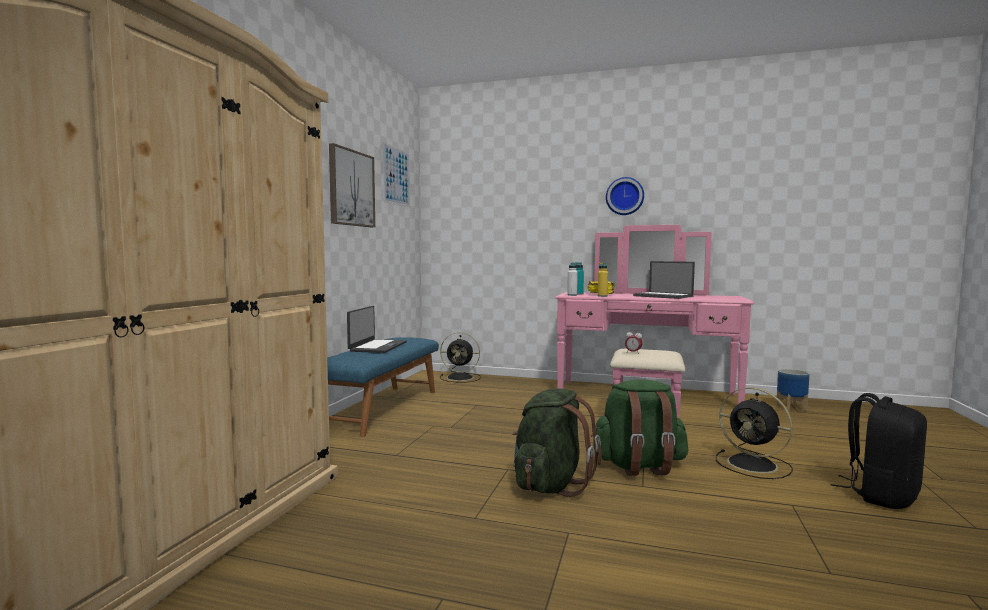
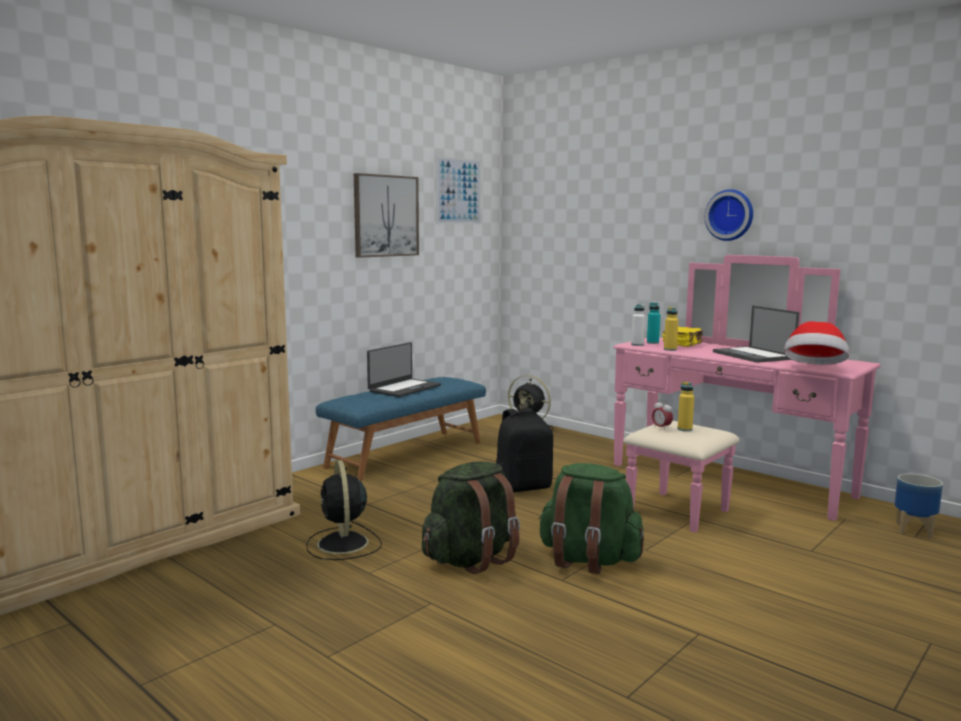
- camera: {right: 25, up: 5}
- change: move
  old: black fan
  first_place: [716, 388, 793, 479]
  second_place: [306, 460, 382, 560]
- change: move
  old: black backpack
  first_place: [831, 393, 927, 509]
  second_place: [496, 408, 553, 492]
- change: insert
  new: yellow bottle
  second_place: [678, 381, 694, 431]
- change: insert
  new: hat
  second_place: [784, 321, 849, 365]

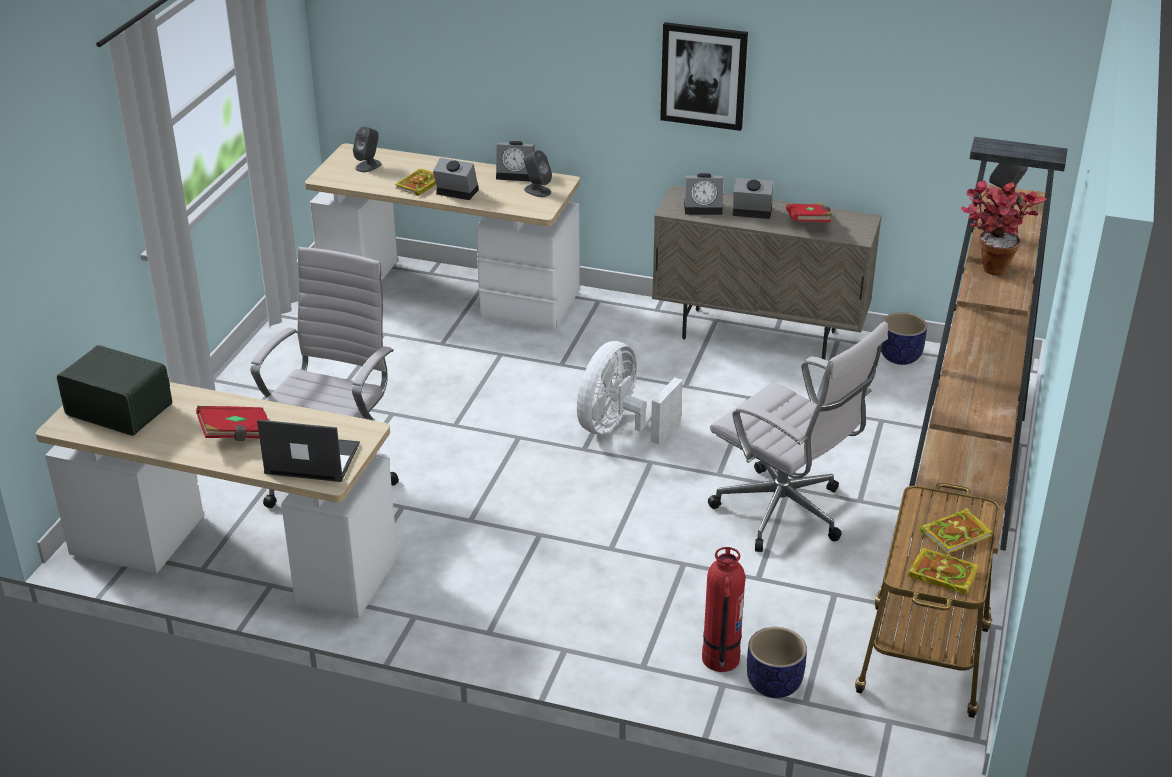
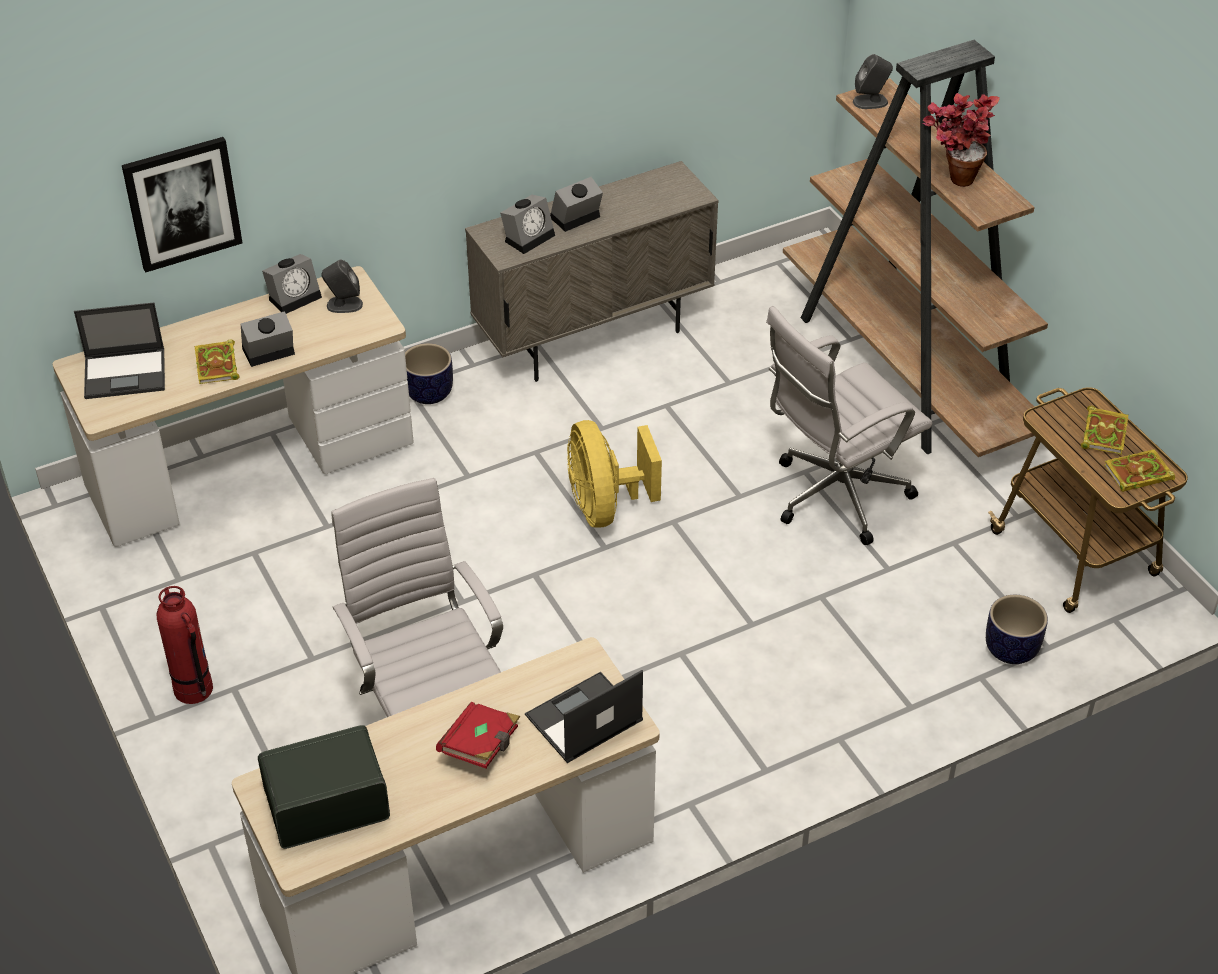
- camera: {right: -45, up: 10}
- change: replace
  old: grey speaker
  new: laptop
  first_place: [353, 126, 382, 172]
  second_place: [74, 302, 165, 399]
- change: recolor
  old: white fan
  new: yellow fan
  first_place: [577, 341, 683, 444]
  second_place: [567, 420, 662, 528]
- change: move
  old: picture
  first_place: [660, 22, 748, 131]
  second_place: [122, 137, 243, 272]
- change: move
  old: fire extinguisher
  first_place: [702, 547, 745, 672]
  second_place: [157, 586, 213, 704]
- change: rotate
  old: white office chair
  first_place: [708, 322, 888, 552]
  second_place: [766, 306, 932, 545]
  degrees: 150
- change: delete
  old: red book
  first_place: [786, 203, 832, 222]
- change: move
  old: planter
  first_place: [881, 312, 927, 365]
  second_place: [405, 343, 453, 404]

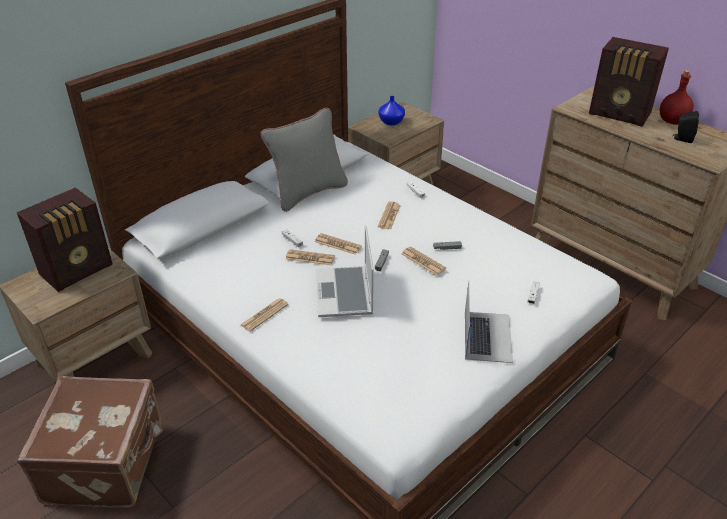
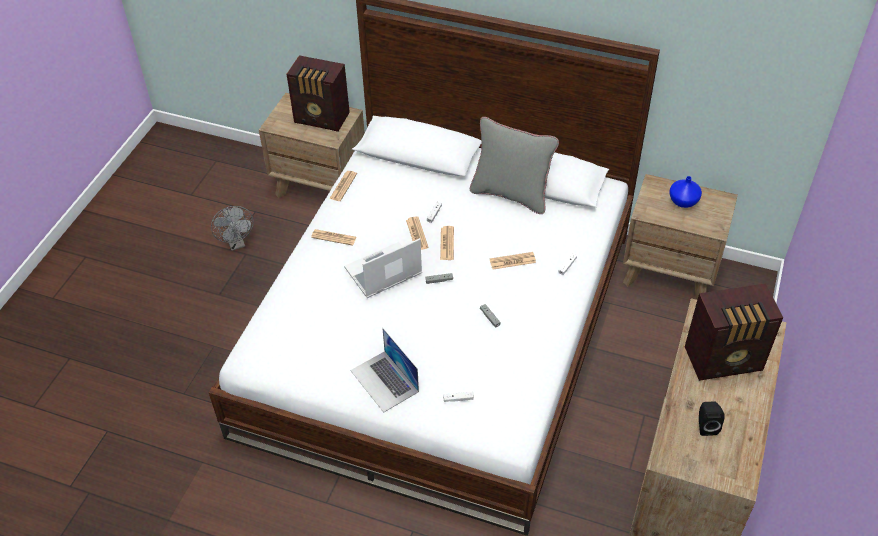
- camera: {right: 65, up: 10}
- change: replace
  old: brown suitcase
  new: grey fan
  first_place: [17, 376, 163, 508]
  second_place: [211, 206, 254, 251]
- change: move
  old: newspaper
  first_place: [402, 246, 446, 276]
  second_place: [329, 171, 357, 201]
- change: rotate
  old: laptop
  first_place: [465, 281, 513, 363]
  second_place: [350, 328, 419, 412]
  degrees: 75
- change: rotate
  old: radio
  first_place: [589, 37, 669, 127]
  second_place: [685, 283, 783, 381]
  degrees: -105
- change: delete
  old: red bottle
  first_place: [660, 70, 693, 125]

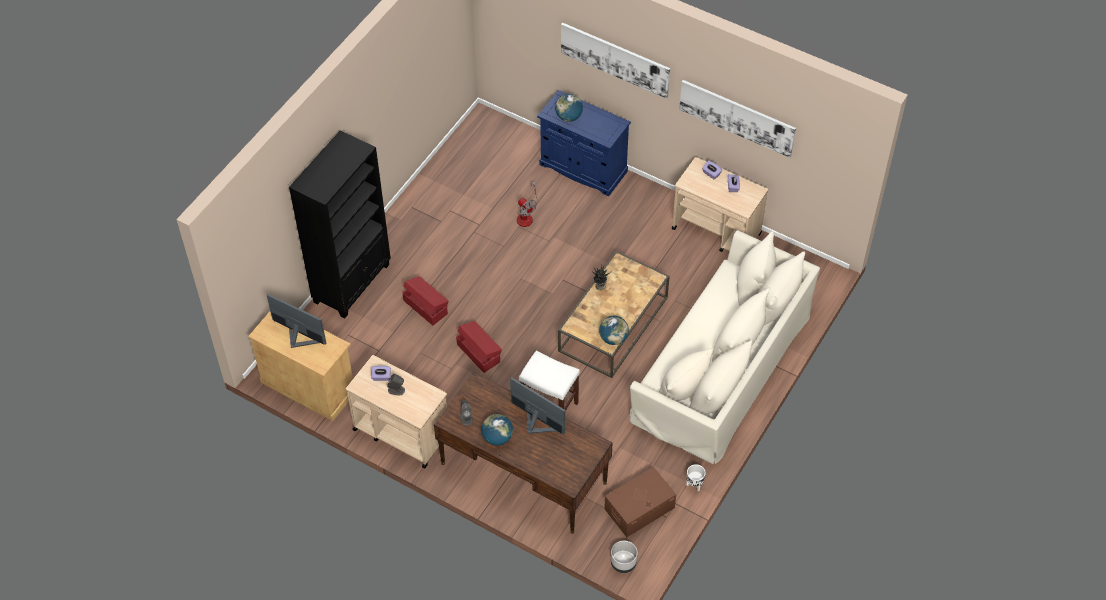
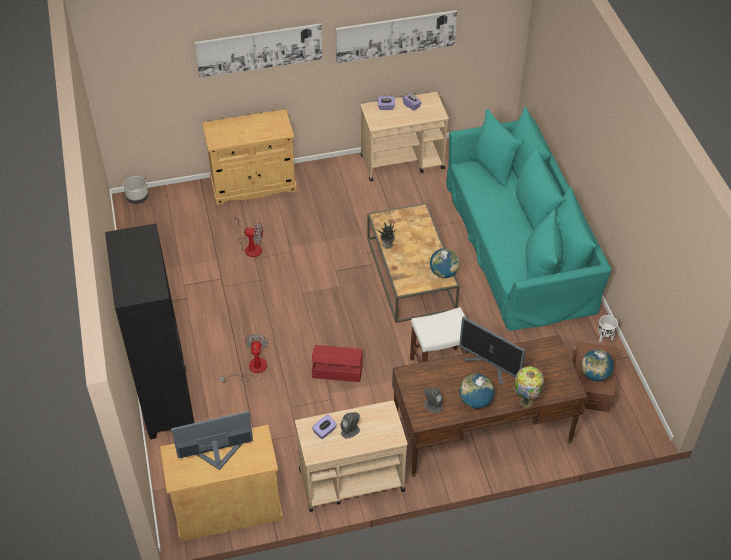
- camera: {right: -45, up: -5}
- change: replace
  old: red storage box
  new: fan
  first_place: [403, 276, 449, 325]
  second_place: [219, 334, 268, 383]
- change: rotate
  old: monitor
  first_place: [510, 377, 565, 434]
  second_place: [459, 316, 526, 385]
  degrees: -135
- change: recolor
  old: blue cabinet
  new: beige cabinet
  first_place: [537, 90, 631, 197]
  second_place: [202, 109, 297, 205]
- change: move
  old: globe
  first_place: [555, 94, 583, 122]
  second_place: [581, 349, 614, 381]
- change: move
  old: grey planter
  first_place: [611, 541, 638, 573]
  second_place: [123, 176, 149, 204]
- change: recolor
  old: beige sofa
  new: turquoise sofa
  first_place: [630, 230, 820, 464]
  second_place: [446, 107, 612, 331]
- change: insert
  new: table lamp
  second_place: [515, 366, 544, 408]

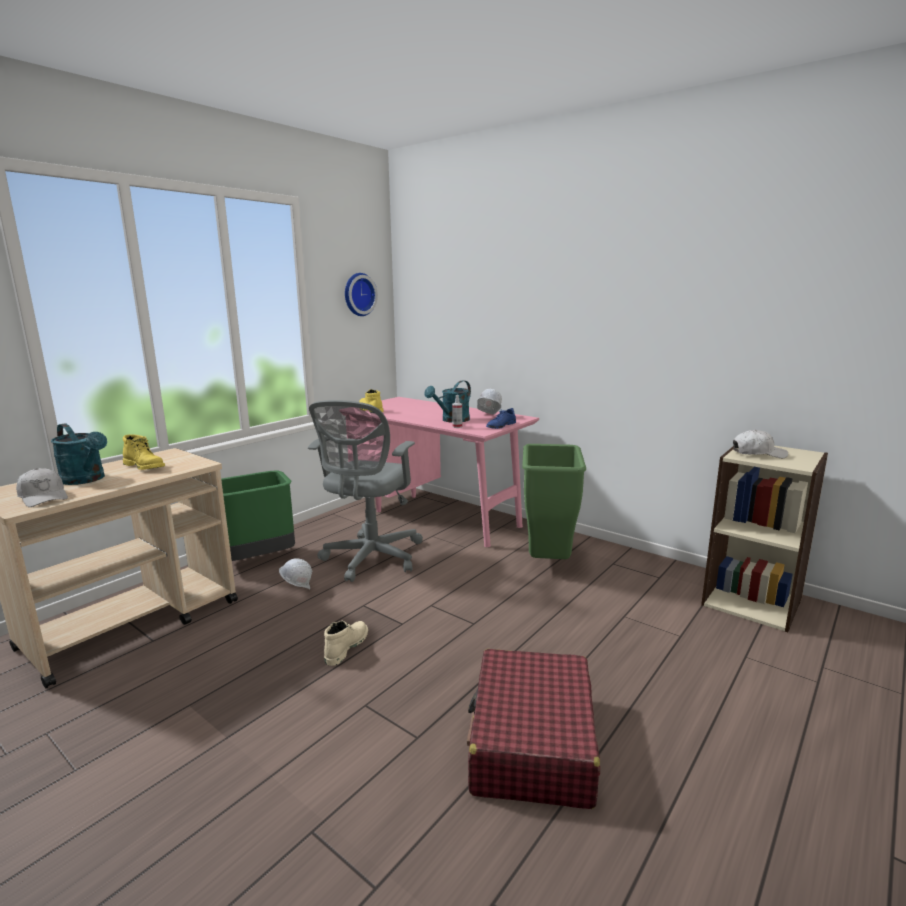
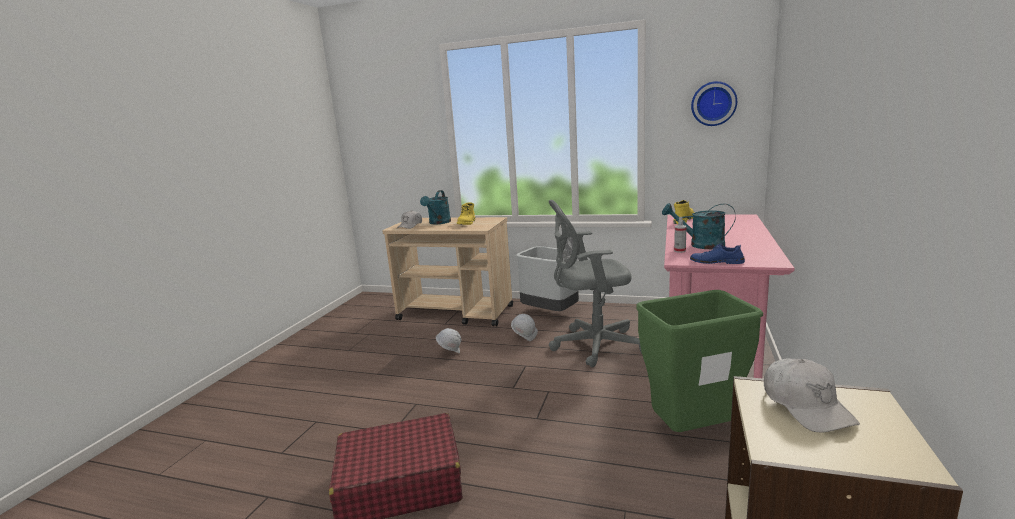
- camera: {right: 70, up: 0}
- change: recolor
  old: green trash can
  new: grey trash can
  first_place: [221, 470, 295, 561]
  second_place: [516, 246, 579, 311]
- change: delete
  old: beige boot
  first_place: [324, 621, 368, 666]
- change: move
  old: white hard hat
  first_place: [477, 389, 502, 414]
  second_place: [436, 328, 461, 354]

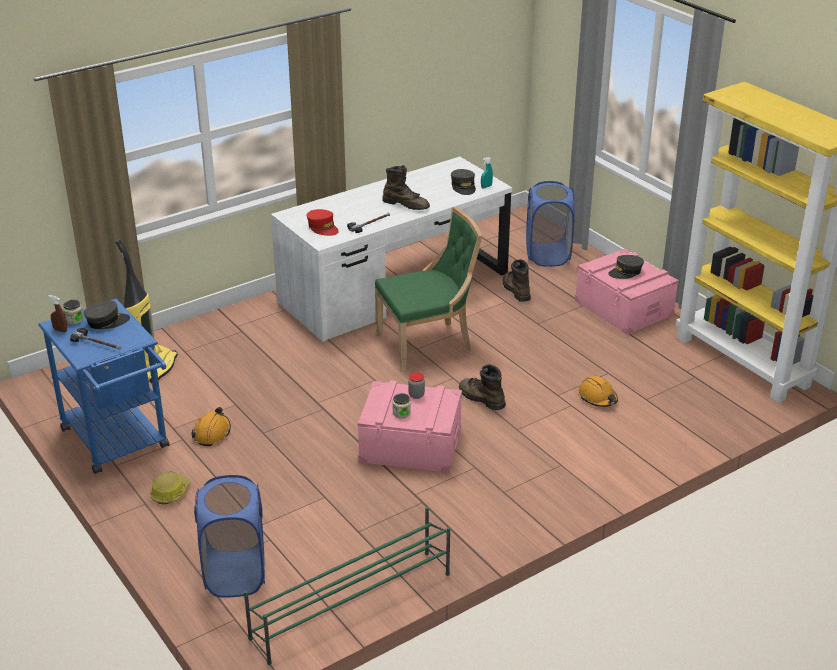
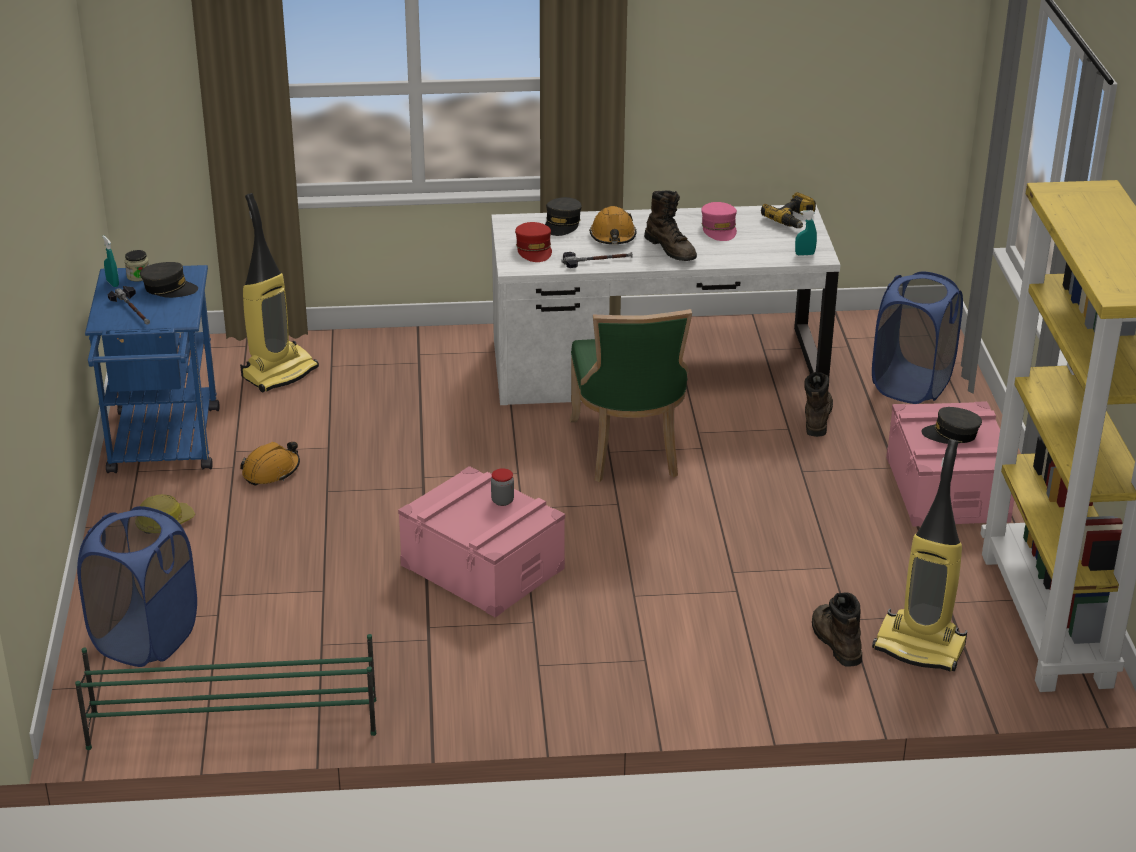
- camera: {right: 30, up: 0}
- change: recolor
  old: brown spray bottle
  new: turquoise spray bottle
  first_place: [49, 295, 67, 332]
  second_place: [102, 235, 119, 287]
- change: rotate
  old: green chair
  first_place: [375, 207, 482, 372]
  second_place: [569, 309, 692, 482]
  degrees: 75
- change: delete
  old: jar
  first_place: [393, 393, 411, 418]
- change: move
  old: grey cap
  first_place: [451, 169, 476, 195]
  second_place: [545, 197, 582, 236]
- change: move
  old: brown boot
  first_place: [459, 364, 506, 410]
  second_place: [812, 592, 862, 666]
- change: move
  old: orange hard hat
  first_place: [579, 376, 618, 407]
  second_place: [589, 206, 636, 244]
- change: insert
  new: pink cap
  second_place: [701, 202, 737, 241]
- change: insert
  new: power drill
  second_place: [761, 192, 816, 228]
- change: insert
  new: vacuum cleaner
  second_place: [872, 439, 967, 671]

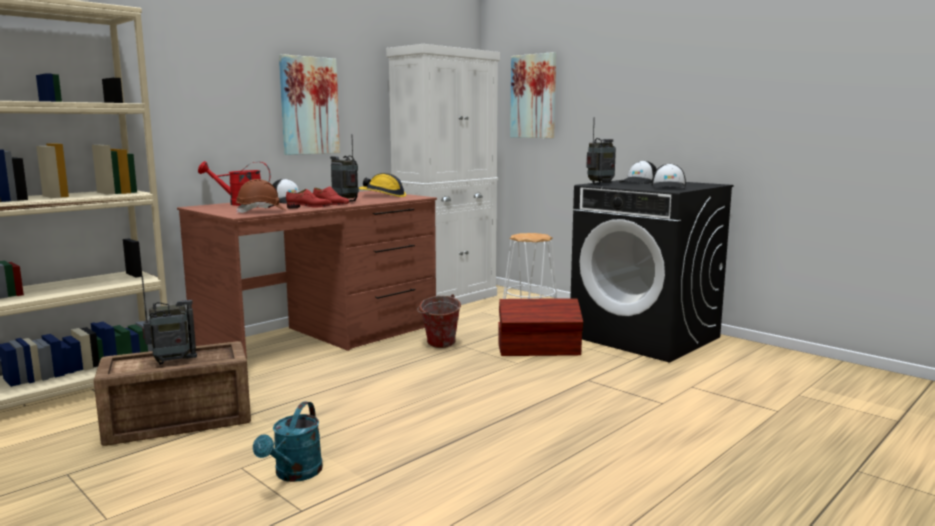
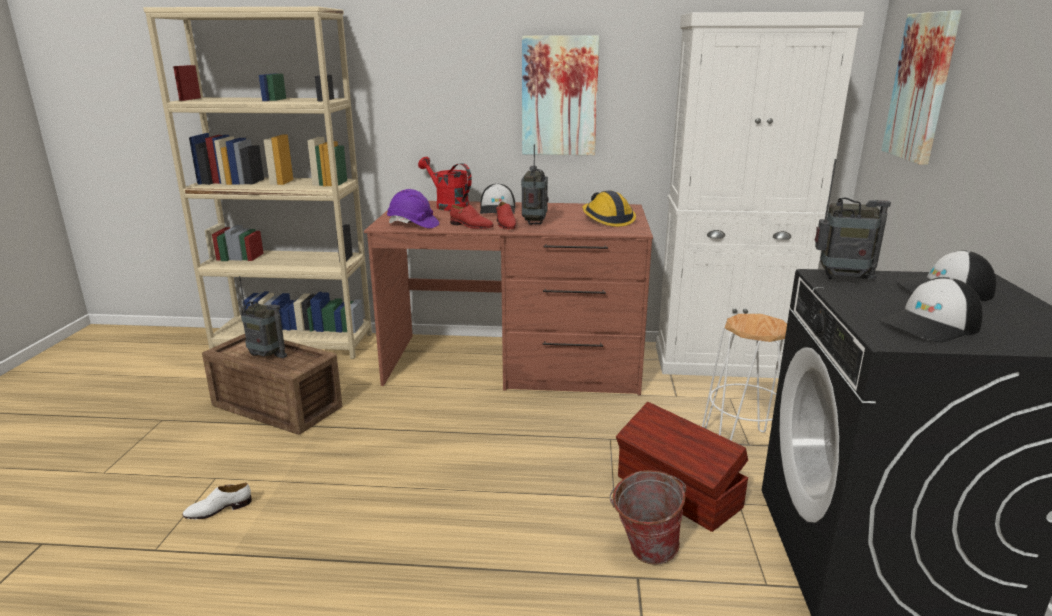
- camera: {right: 50, up: 10}
- change: recolor
  old: brown hard hat
  new: purple hard hat
  first_place: [236, 179, 286, 214]
  second_place: [387, 189, 439, 229]
- change: replace
  old: turquoise watering can
  new: white shoe
  first_place: [253, 401, 323, 482]
  second_place: [182, 483, 252, 519]
- change: move
  old: bucket
  first_place: [417, 294, 461, 348]
  second_place: [610, 470, 686, 565]

